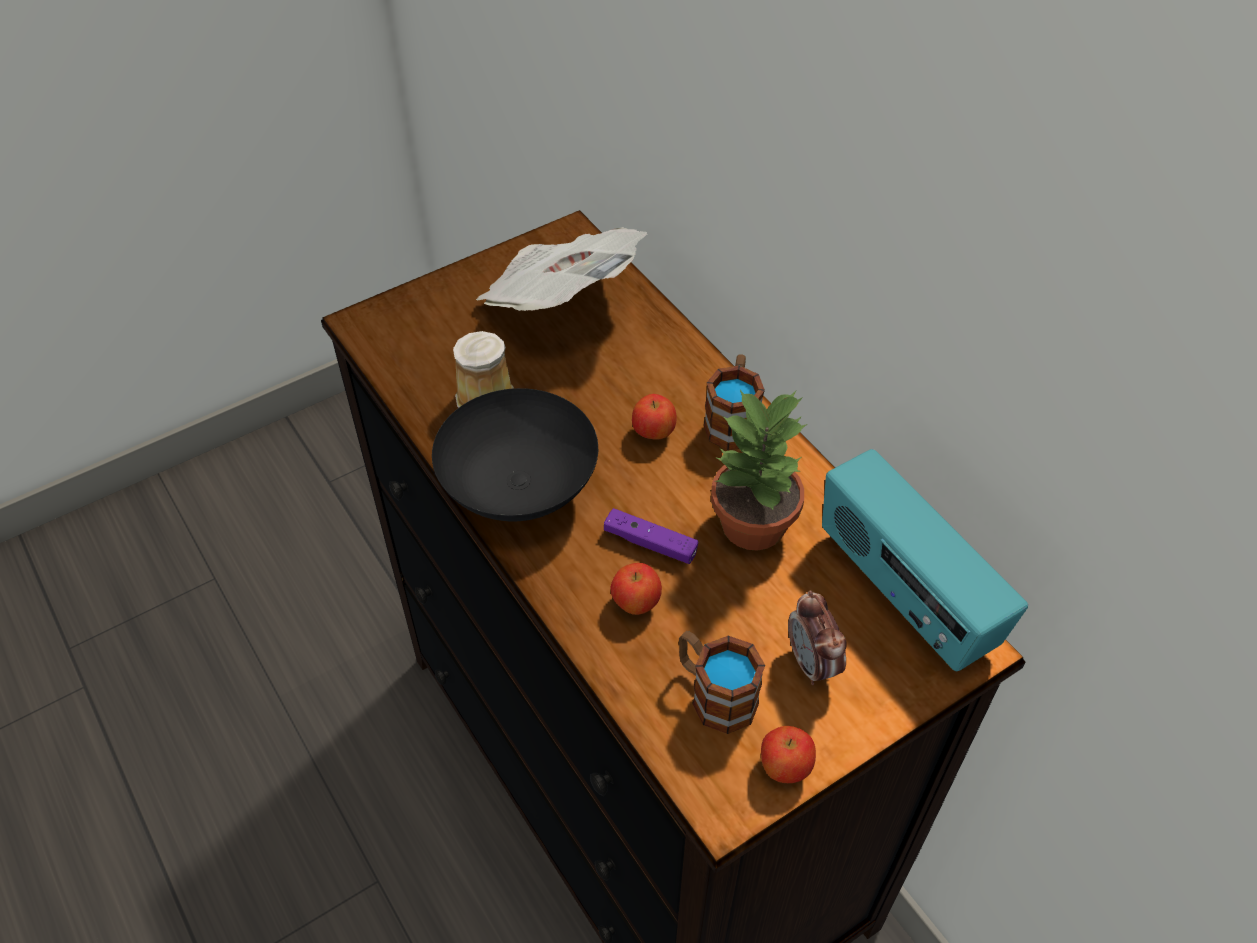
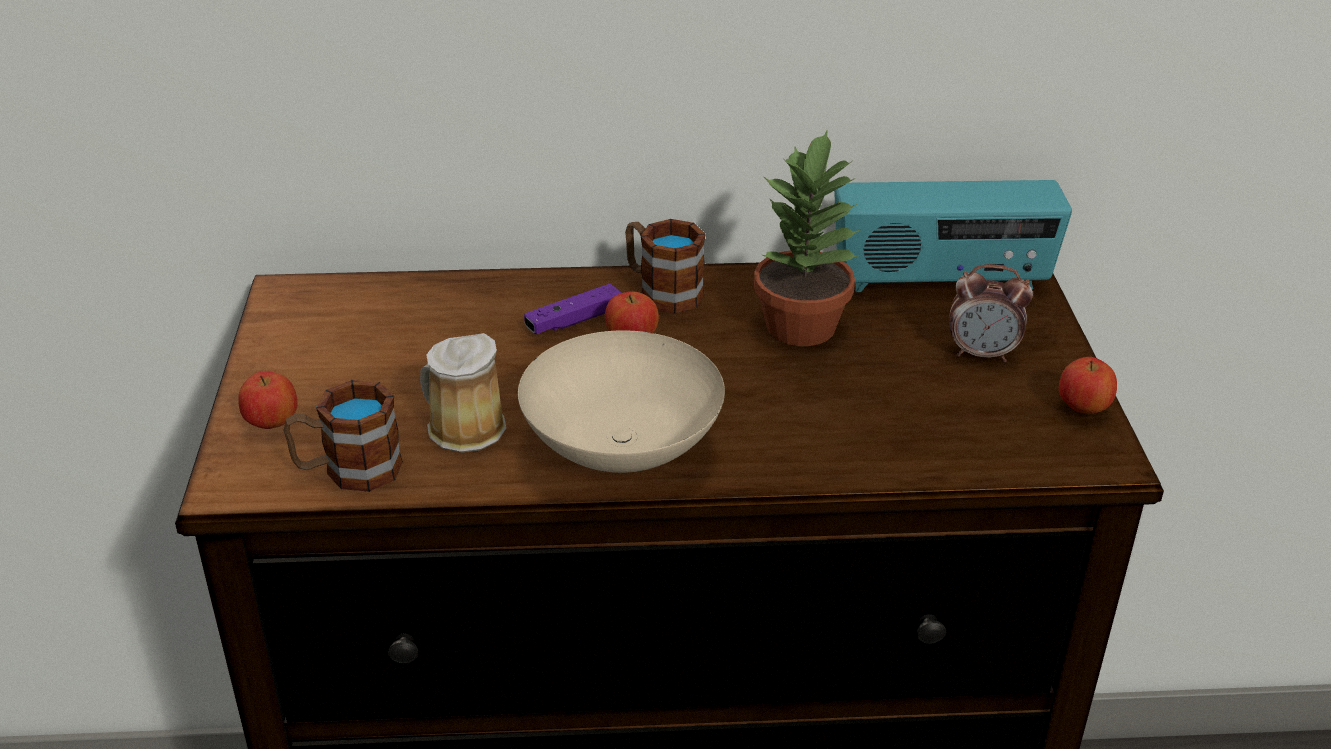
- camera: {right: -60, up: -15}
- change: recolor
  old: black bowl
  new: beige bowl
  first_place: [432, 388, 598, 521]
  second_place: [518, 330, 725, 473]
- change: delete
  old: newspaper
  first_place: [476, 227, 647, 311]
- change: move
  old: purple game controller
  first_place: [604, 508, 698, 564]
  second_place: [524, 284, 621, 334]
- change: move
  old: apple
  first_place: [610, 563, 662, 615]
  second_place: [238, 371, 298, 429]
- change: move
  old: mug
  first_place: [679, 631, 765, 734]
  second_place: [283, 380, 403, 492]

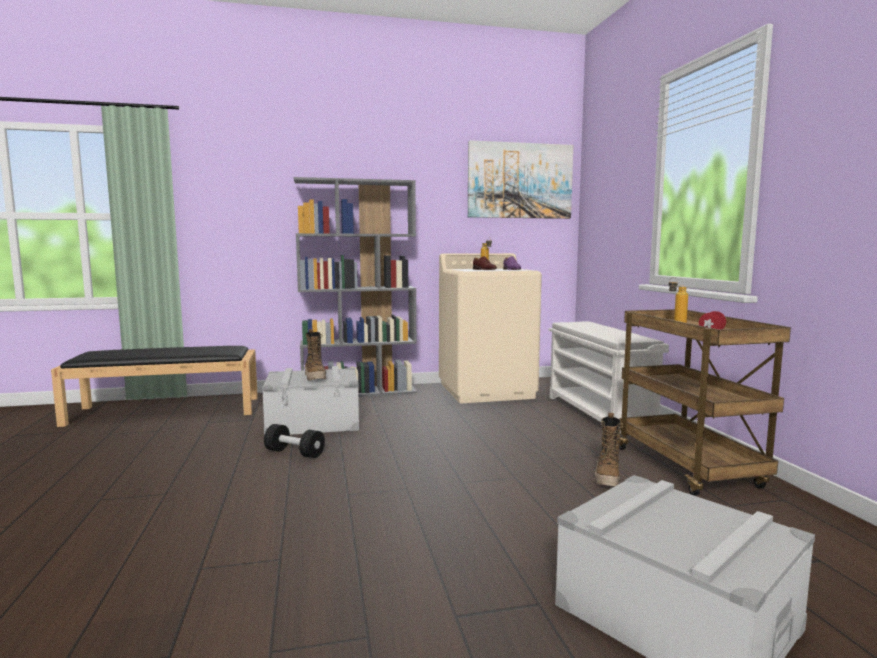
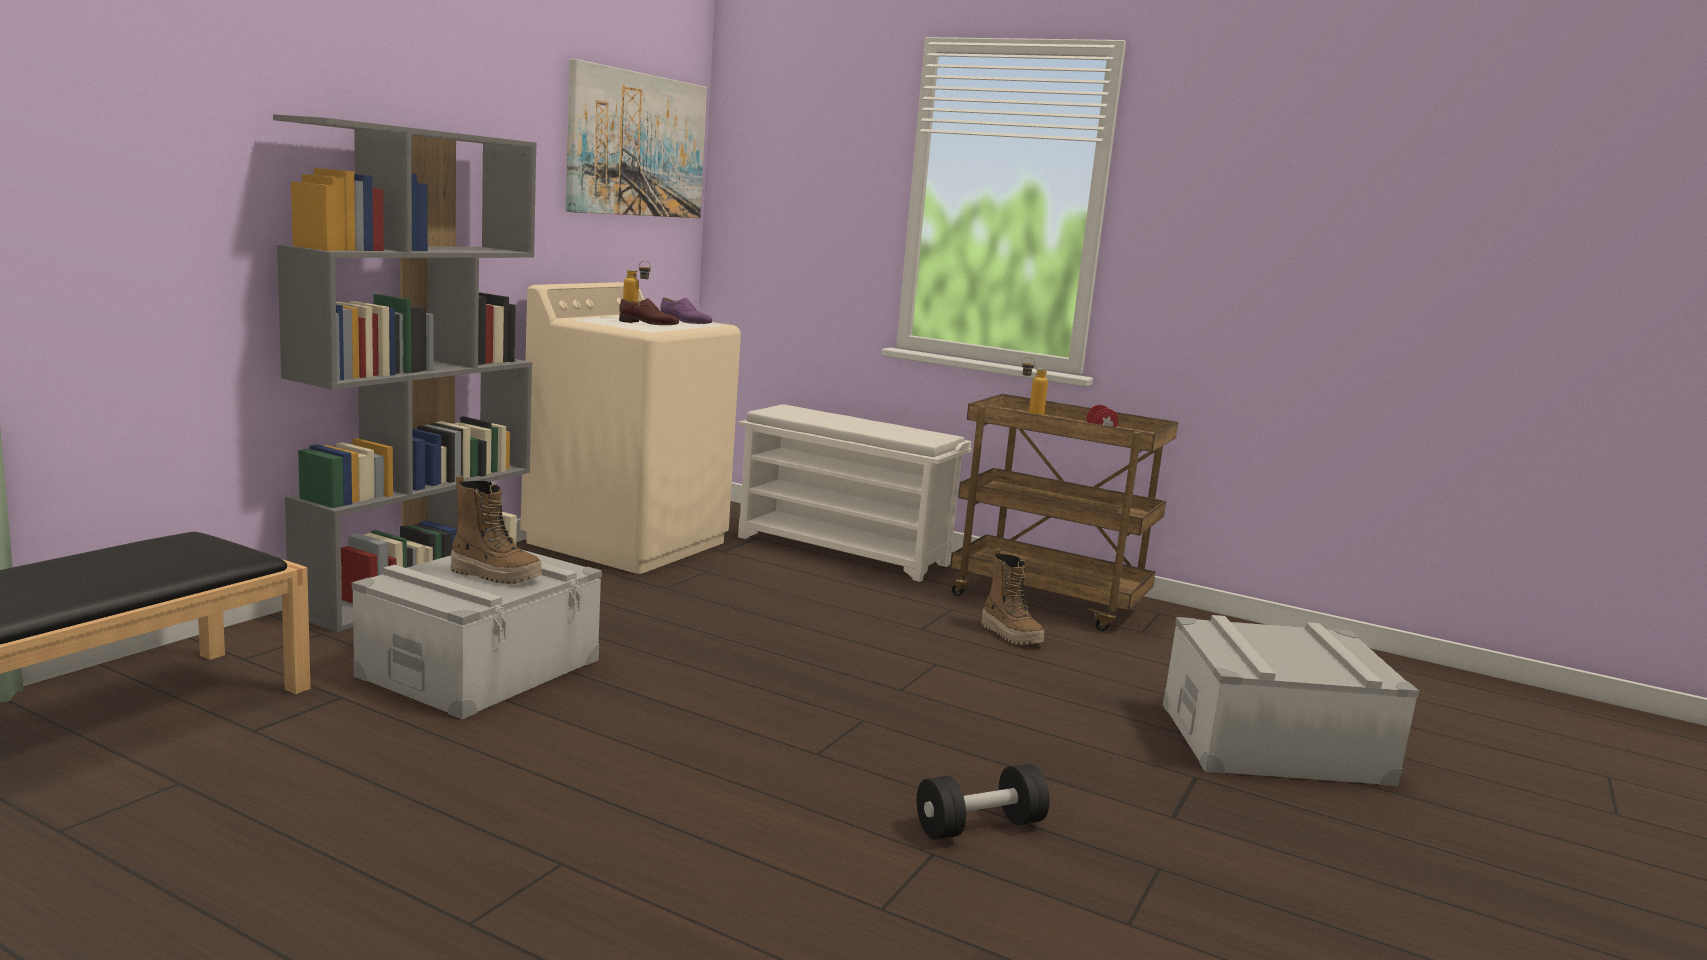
- camera: {right: -50, up: 5}
- change: move
  old: black dumbbell
  first_place: [264, 424, 325, 458]
  second_place: [917, 764, 1050, 840]

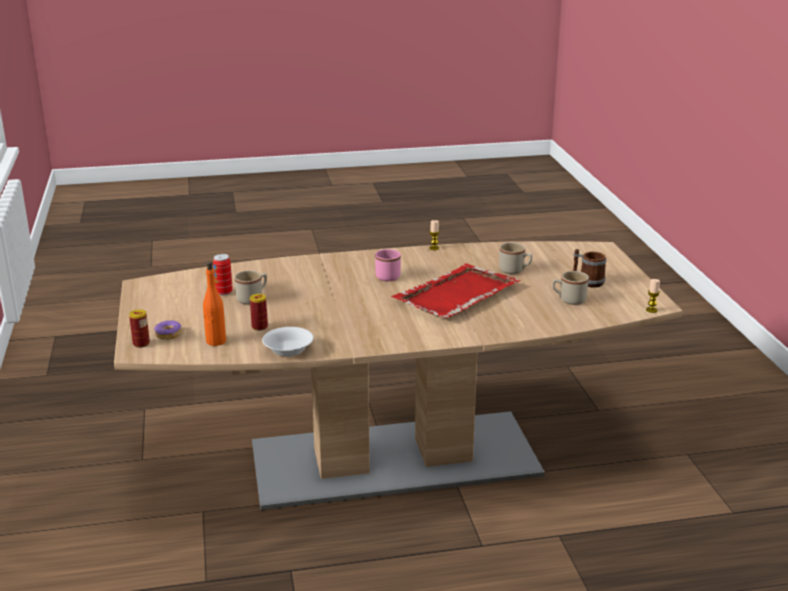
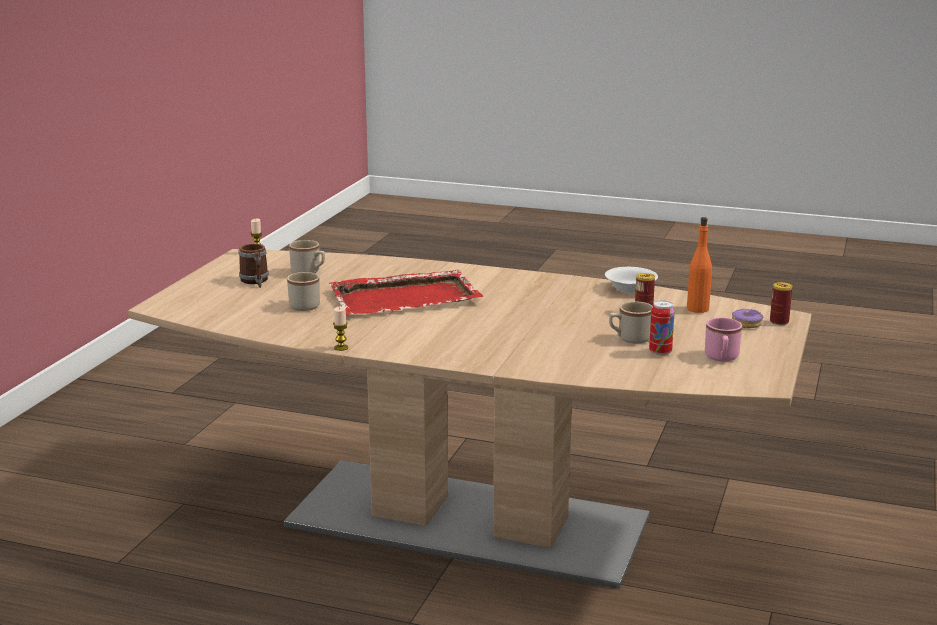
- camera: {right: -150, up: -5}
- change: move
  old: pink mug
  first_place: [375, 249, 401, 281]
  second_place: [705, 318, 742, 362]

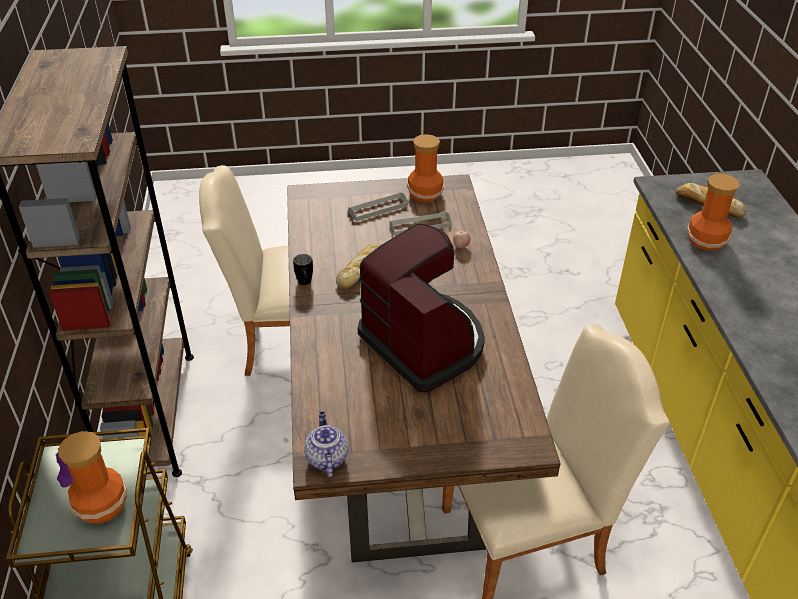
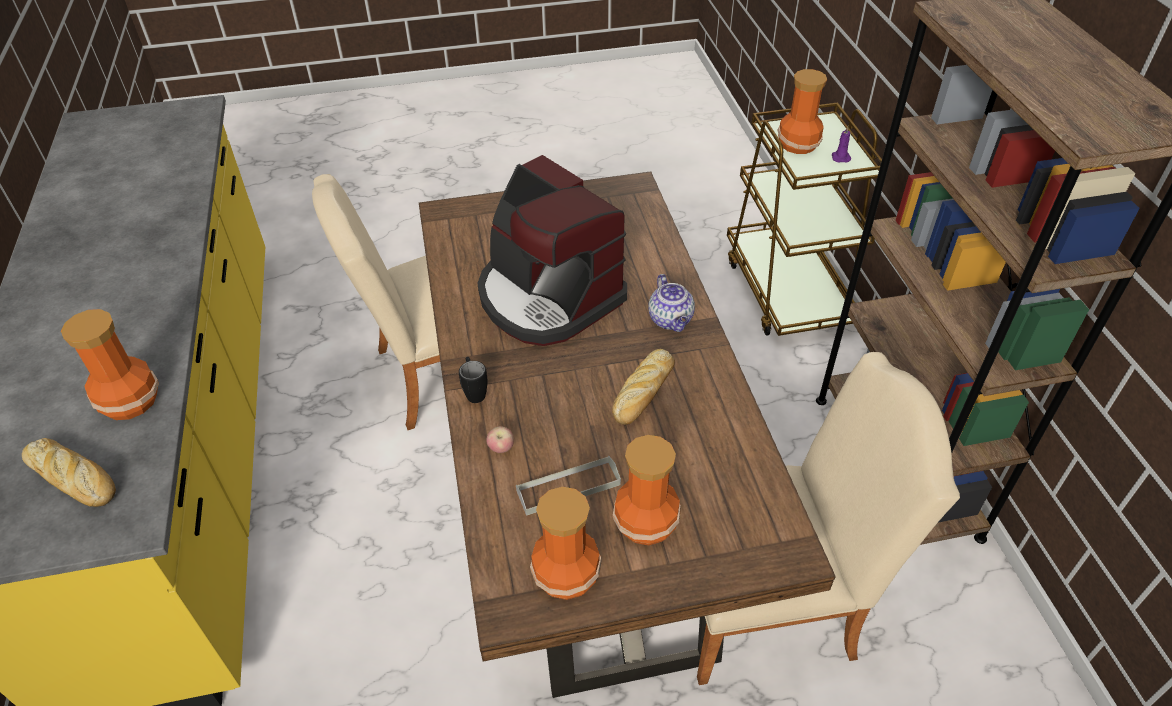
- camera: {right: 175, up: 5}
- change: move
  old: black mug
  first_place: [293, 254, 313, 285]
  second_place: [459, 357, 488, 403]
- change: move
  old: teapot
  first_place: [304, 411, 349, 477]
  second_place: [648, 274, 695, 332]
- change: replace
  old: grey tray
  new: vase
  first_place: [348, 192, 408, 222]
  second_place: [613, 435, 681, 545]

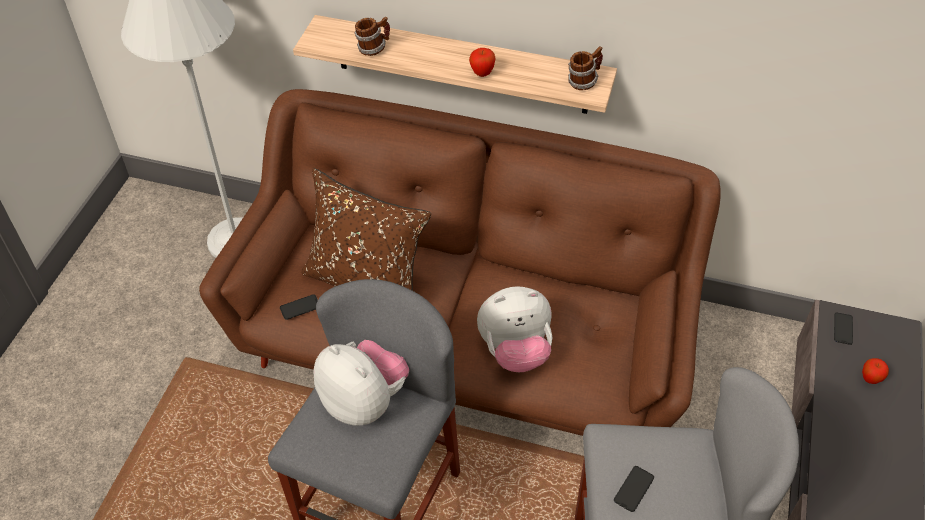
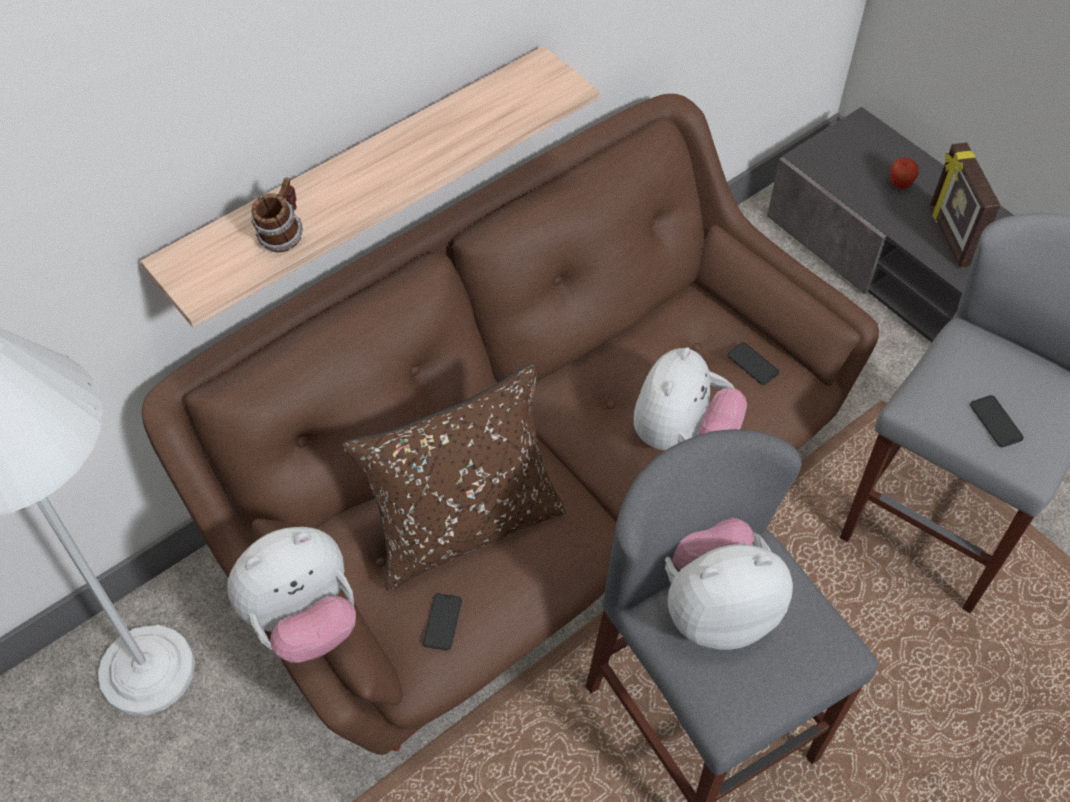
- camera: {right: -55, up: 5}
- change: delete
  old: apple
  first_place: [469, 48, 496, 77]
- change: delete
  old: mug
  first_place: [568, 46, 603, 90]
- change: move
  old: phone
  first_place: [834, 312, 853, 345]
  second_place: [727, 342, 779, 385]
- change: insert
  new: plush toy
  second_place: [227, 527, 356, 663]
- change: insert
  new: picture frame
  second_place: [930, 142, 1001, 268]

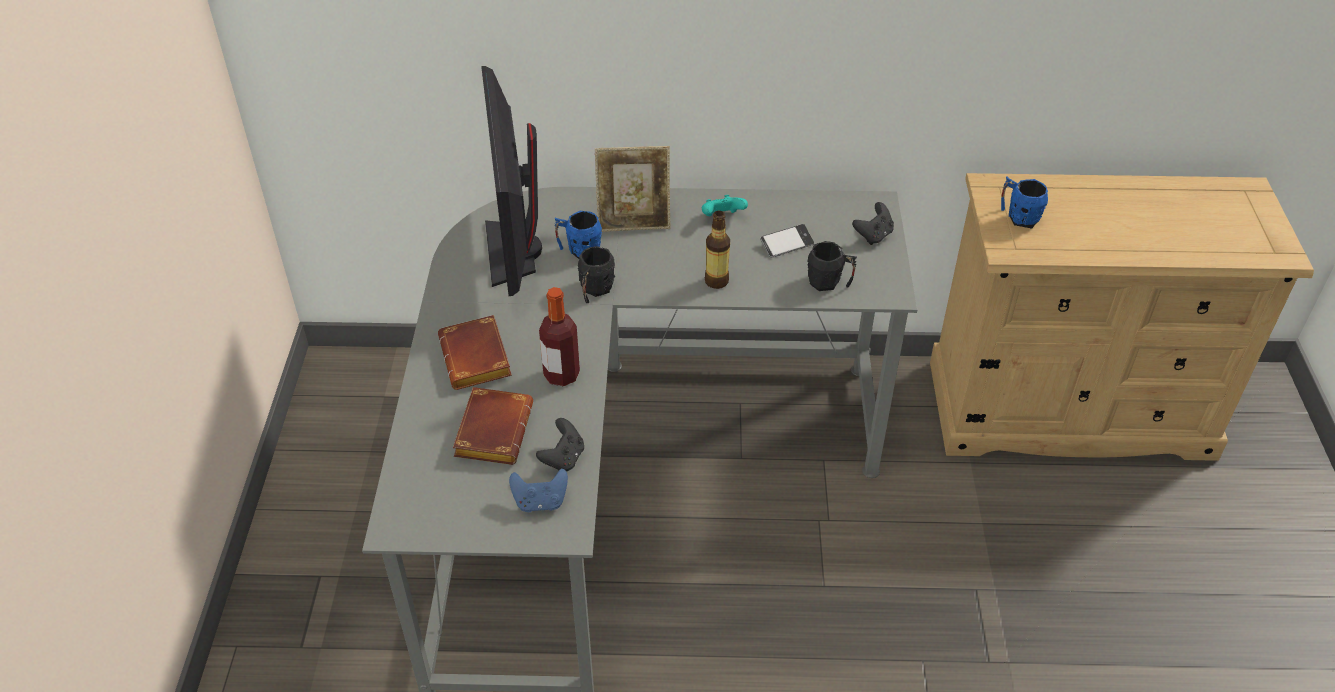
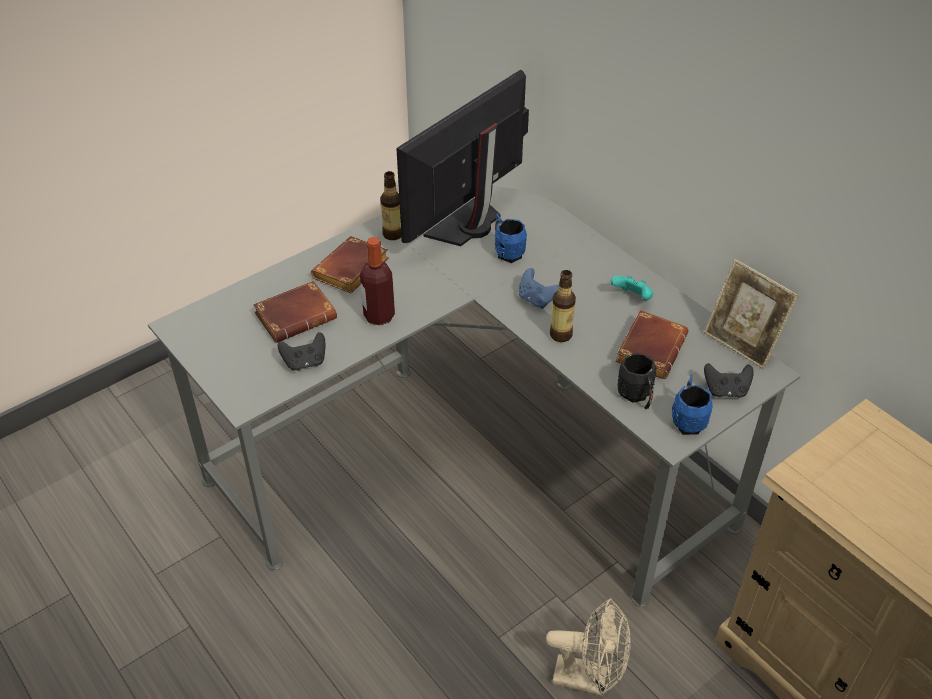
- camera: {right: 50, up: 0}
- change: move
  old: blue game controller
  first_place: [509, 469, 568, 512]
  second_place: [518, 268, 559, 309]
- change: delete
  old: black mug
  first_place: [578, 246, 615, 303]
- change: move
  old: picture frame
  first_place: [595, 146, 671, 232]
  second_place: [704, 259, 799, 369]
- change: replace
  old: phone
  new: brown book
  first_place: [760, 224, 814, 258]
  second_place: [615, 310, 688, 379]
- change: move
  old: blue mug
  first_place: [1001, 177, 1048, 229]
  second_place: [672, 374, 712, 435]
- change: insert
  new: bottle
  second_place: [380, 171, 401, 240]
- change: insert
  new: beige fan
  second_place: [546, 598, 631, 696]

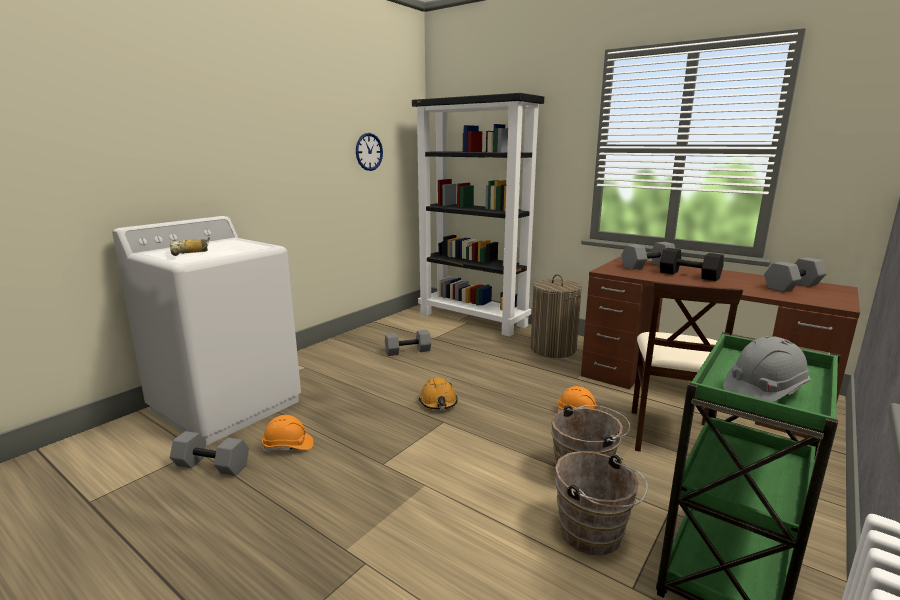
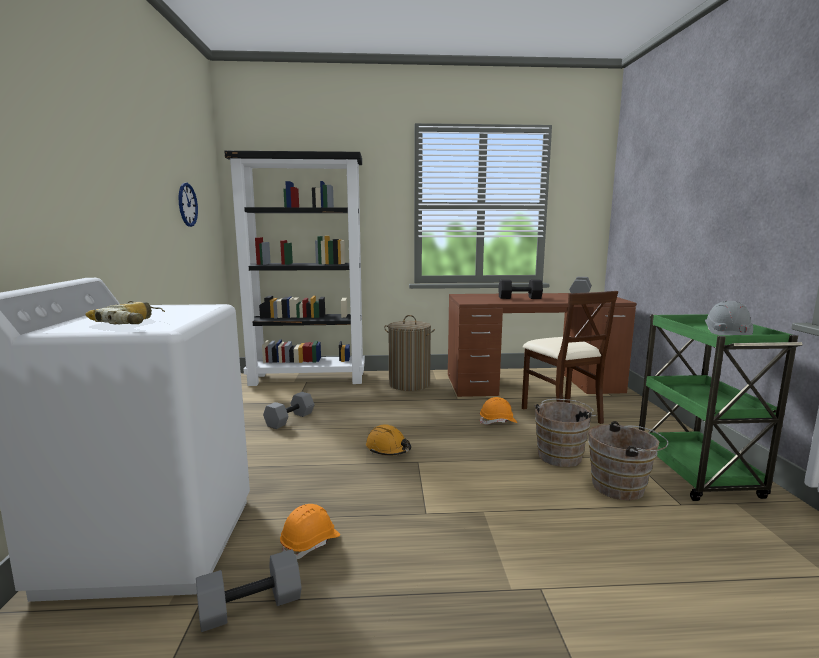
- camera: {right: -40, up: -5}
- change: delete
  old: grey dumbbell
  first_place: [621, 242, 675, 270]

